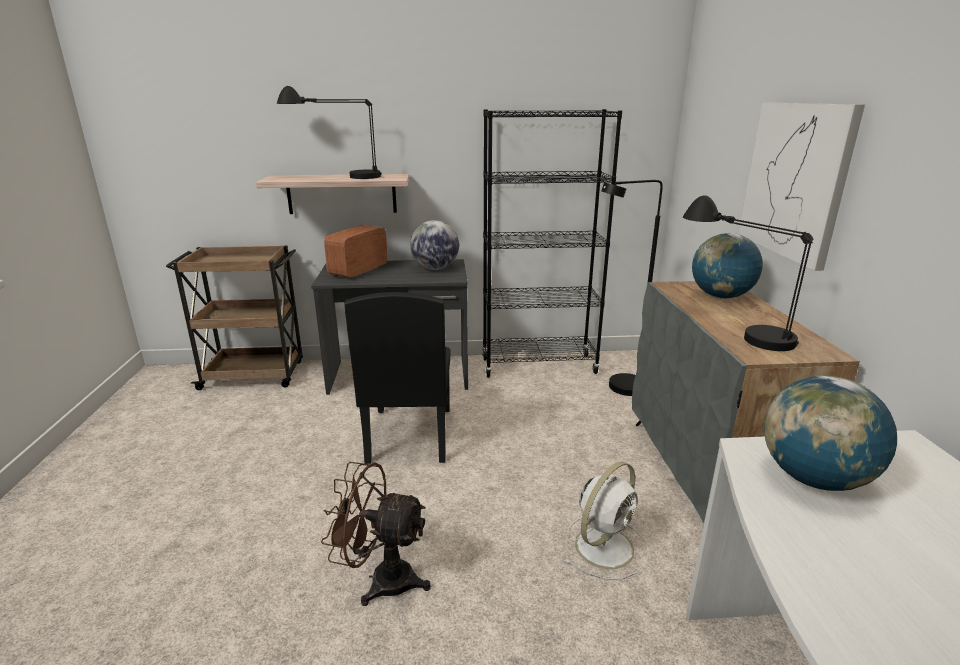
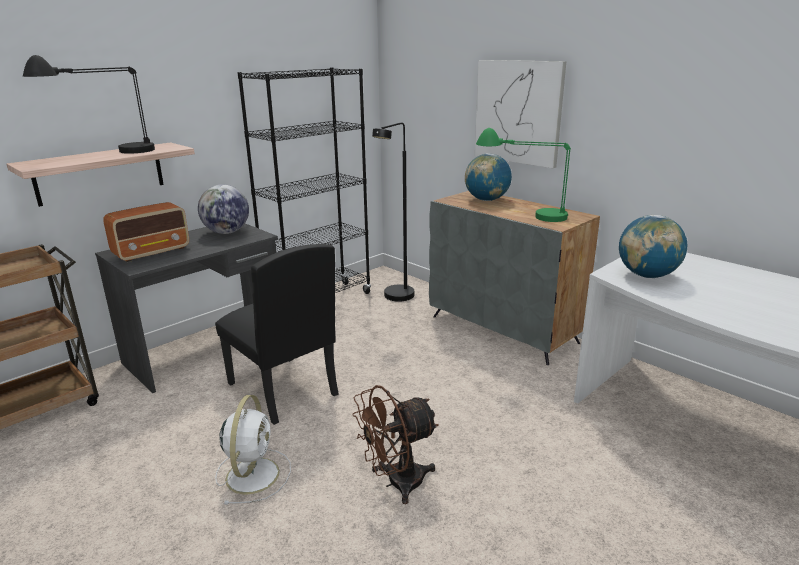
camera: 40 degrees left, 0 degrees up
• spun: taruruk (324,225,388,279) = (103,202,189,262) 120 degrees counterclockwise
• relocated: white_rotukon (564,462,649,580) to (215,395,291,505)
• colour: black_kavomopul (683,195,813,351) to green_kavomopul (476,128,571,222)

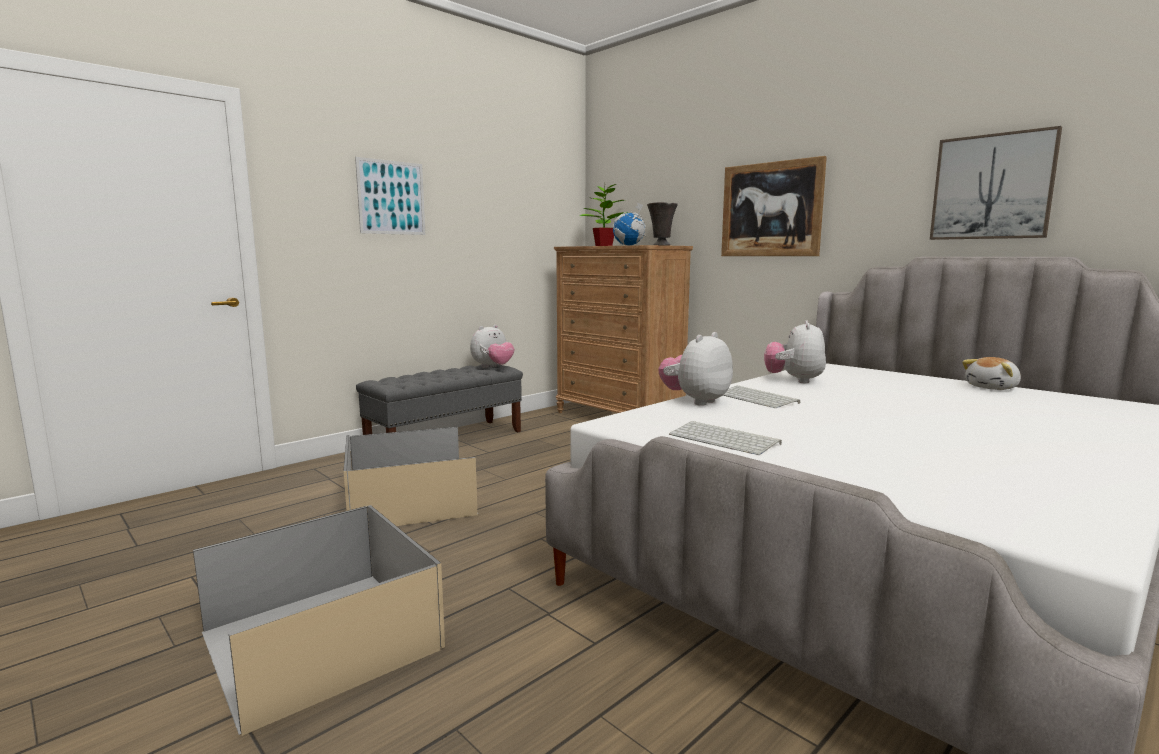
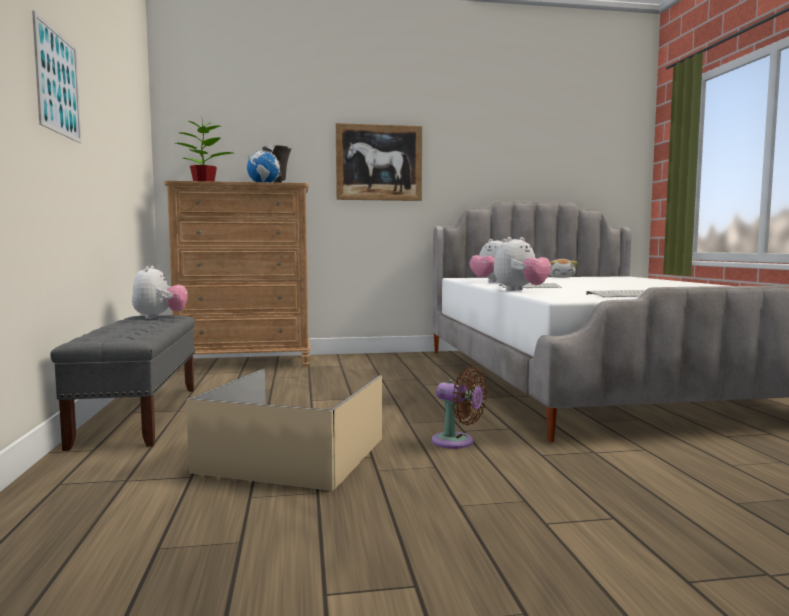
camera: 55 degrees left, 5 degrees down
• missing: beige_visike (193,505,445,736)
• spun: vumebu (659,332,733,406) = (494,237,552,291) 120 degrees counterclockwise
• missing: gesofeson (930,126,1062,240)
• appeared: brown_rotukon (432,367,487,449)

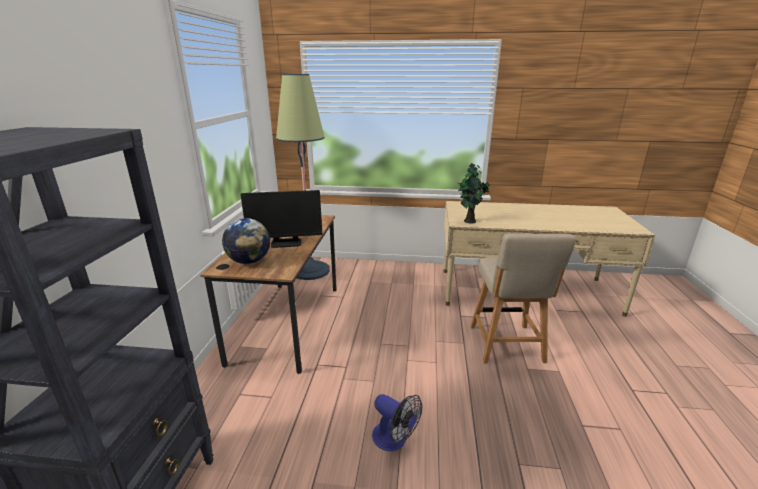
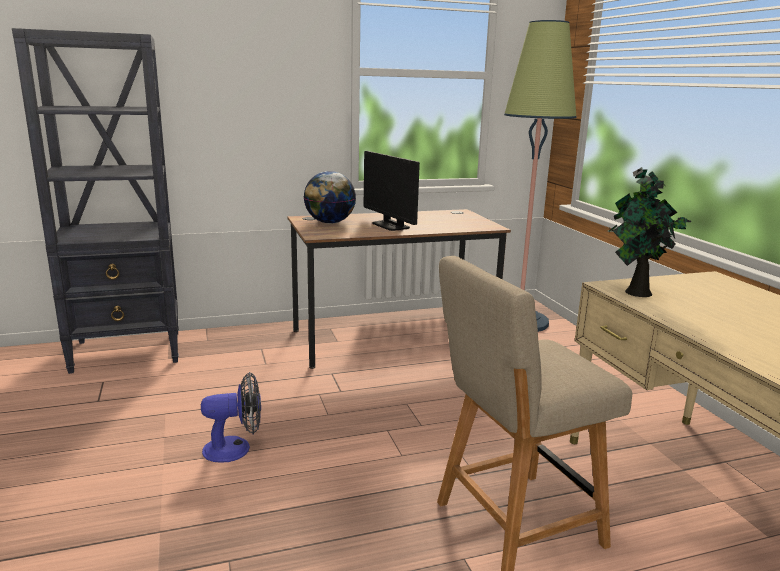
camera: 65 degrees right, 5 degrees down
• spun: rotukon (372,394,422,451) = (201,372,261,463) 120 degrees counterclockwise

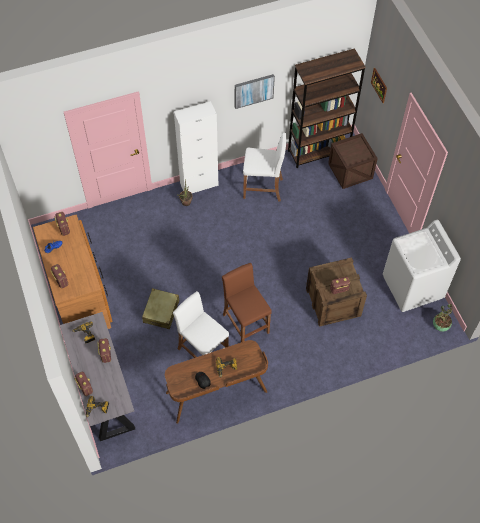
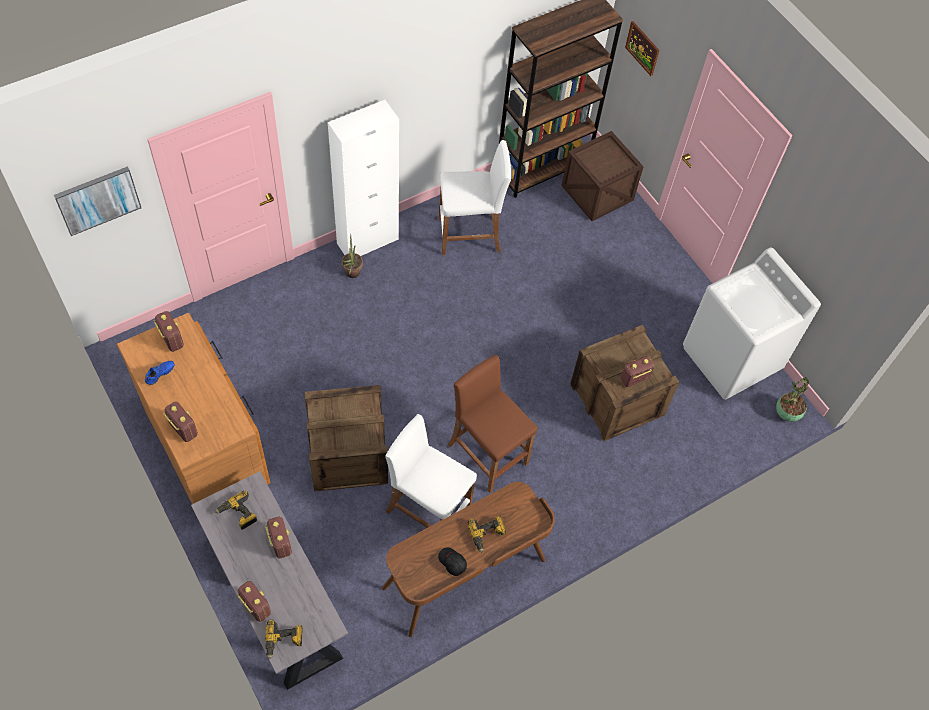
camera: 15 degrees left, 0 degrees up
• exchanged: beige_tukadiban (142,288,179,329) to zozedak (305,385,388,492)
• relocated: gesofeson (235,74,275,109) to (54,166,141,236)

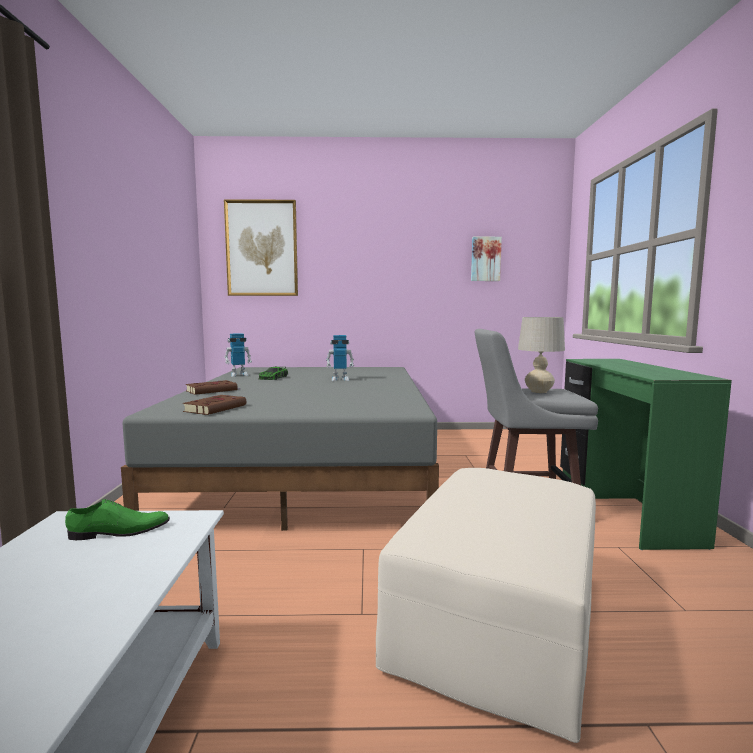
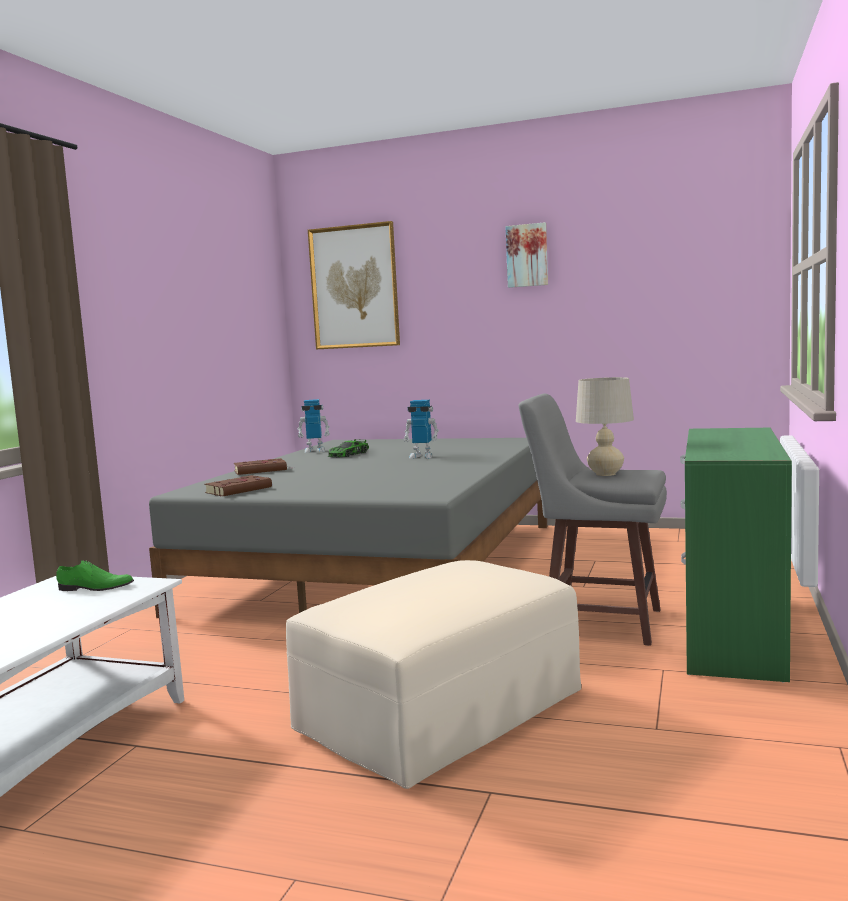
camera: 20 degrees right, 0 degrees up
• relocated: gesofeson (471,237,502,281) to (505,222,548,288)

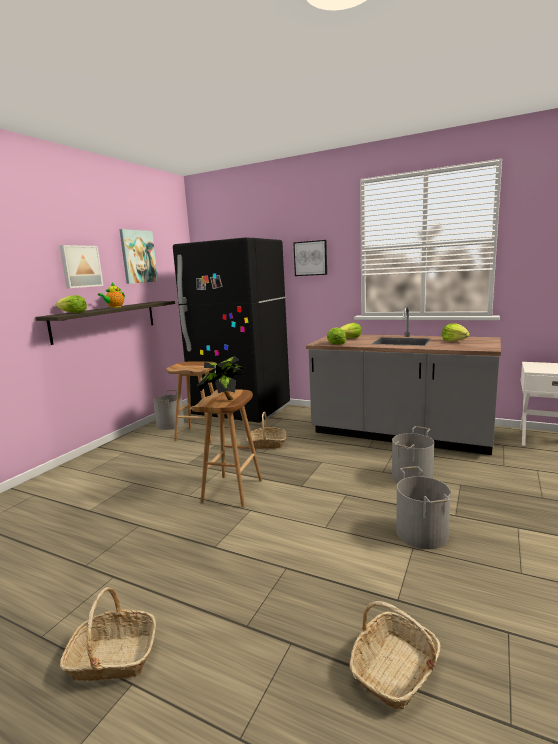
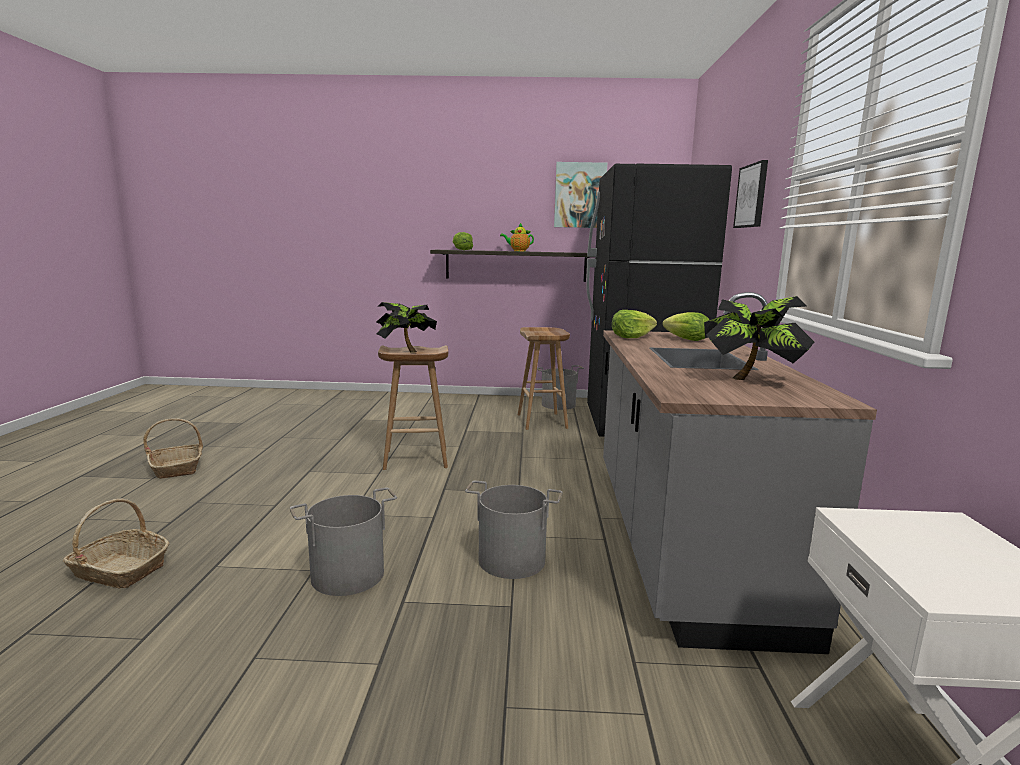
camera: 65 degrees right, 0 degrees up
• missing: gesofeson (60,245,104,288)
• missing: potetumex (247,412,287,449)
• exchanged: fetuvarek (442,324,470,341) to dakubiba (704,296,814,380)

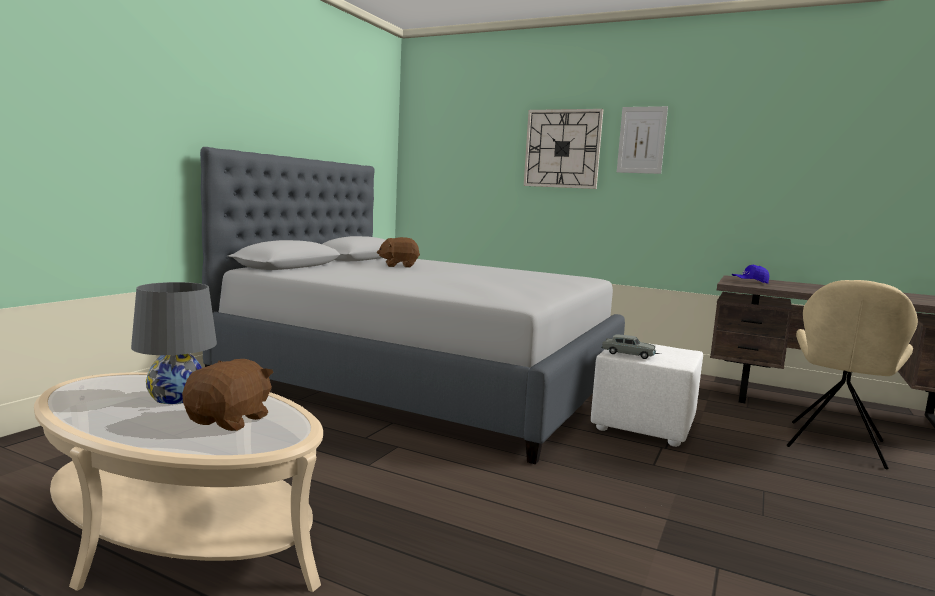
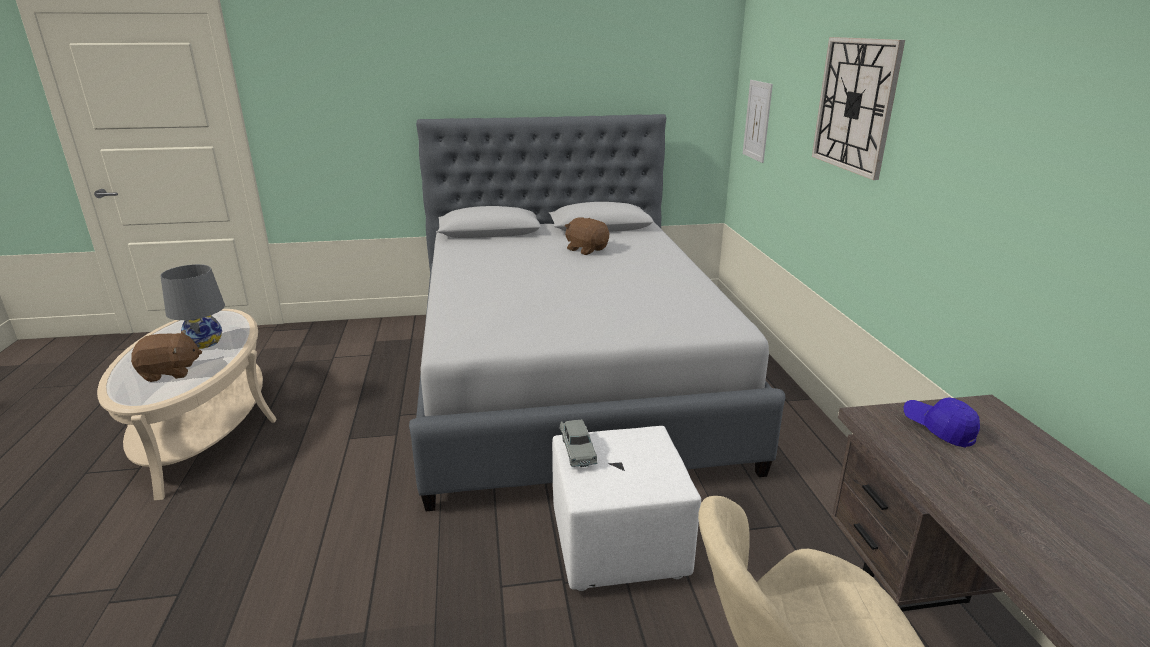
camera: 55 degrees right, 15 degrees up
• relocated: gesofeson (617,106,668,174) to (743,80,773,163)

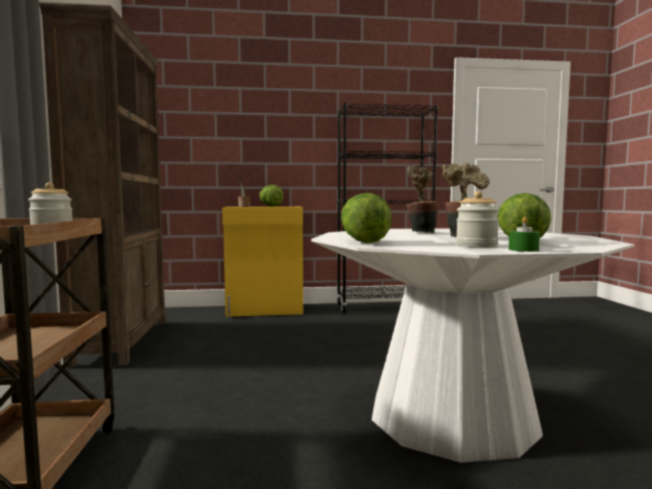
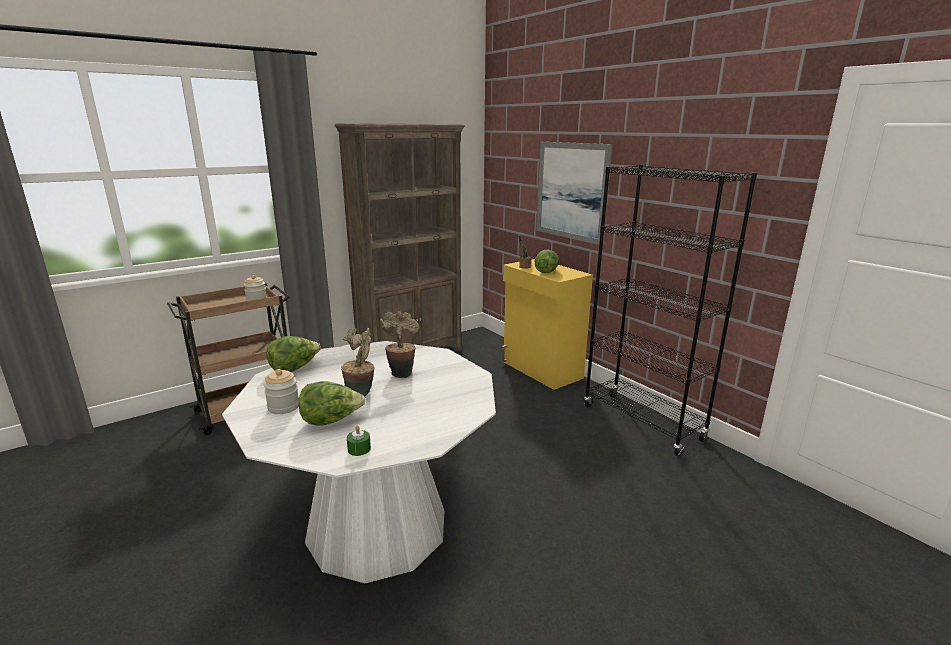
camera: 60 degrees right, 15 degrees up
• relocated: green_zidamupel (509,216,540,252) to (347,425,371,456)
• appeared: gesofeson (536,142,612,245)

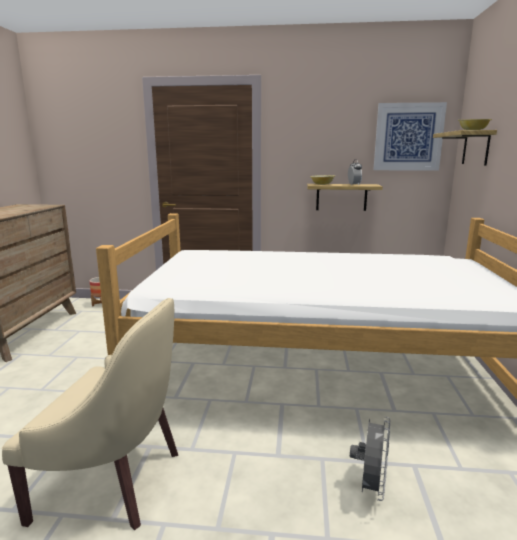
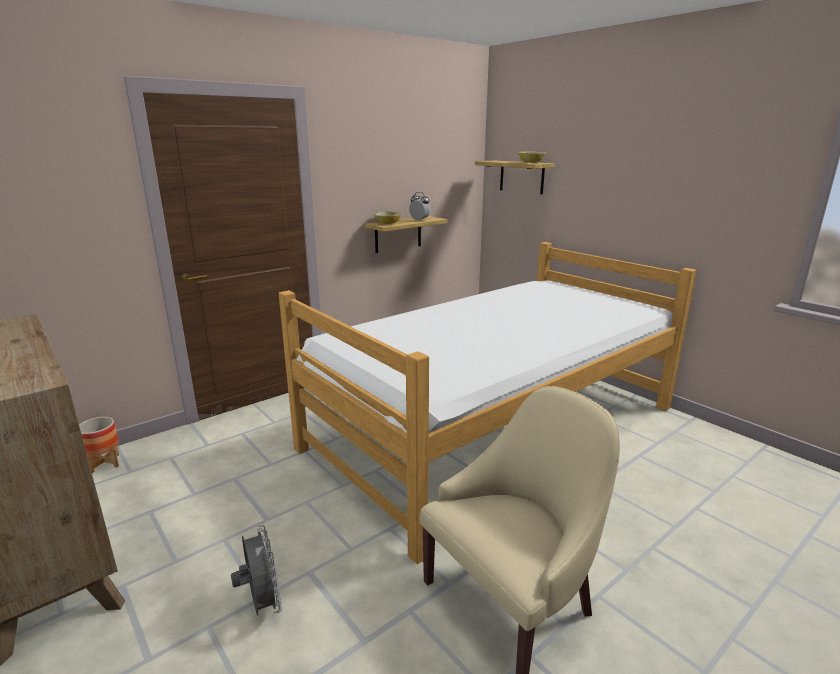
camera: 45 degrees left, 5 degrees up
• relocated: grey_rotukon (350,417,390,501) to (231,525,282,615)
• missing: gesofeson (373,102,447,171)

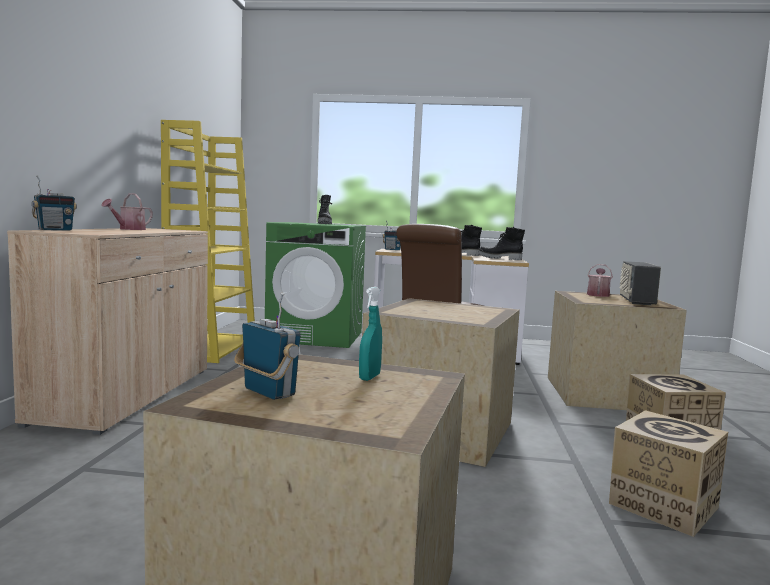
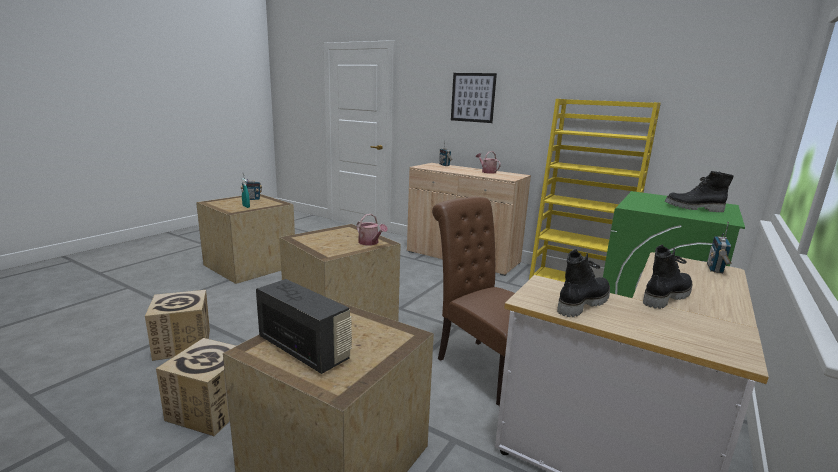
camera: 115 degrees right, 10 degrees up
• relocated: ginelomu (587,264,613,297) to (356,214,388,245)
• appeared: gesofeson (451,73,497,123)

